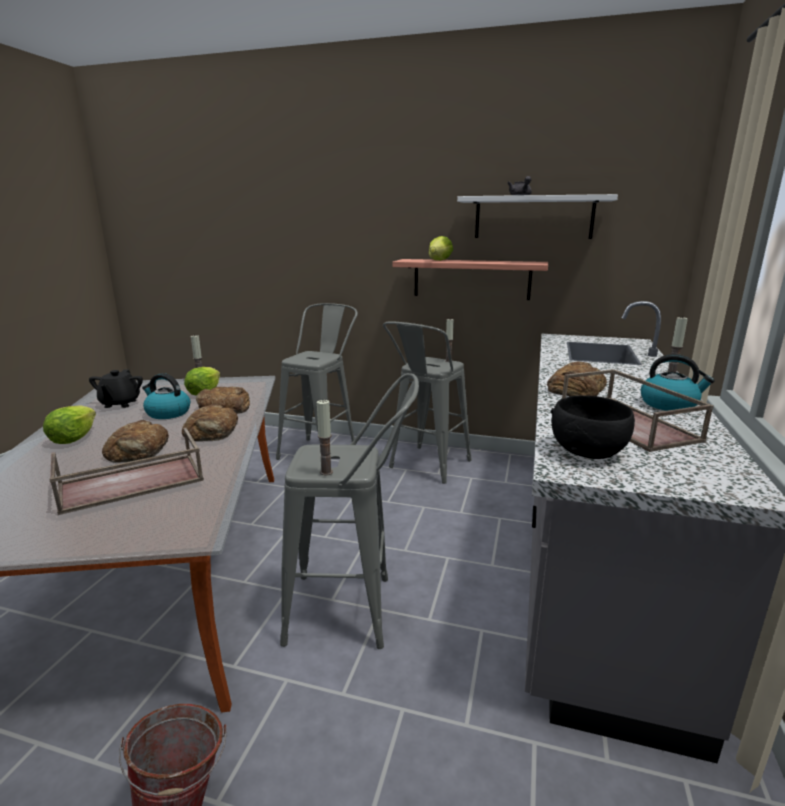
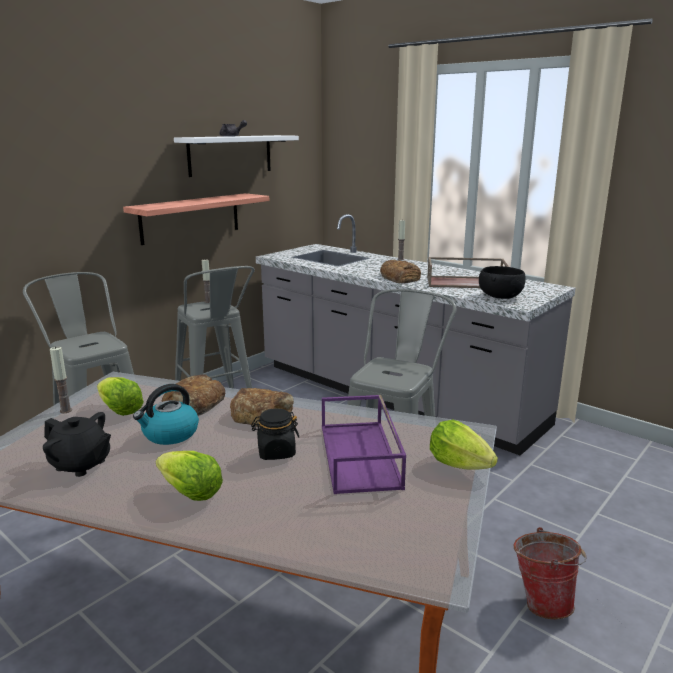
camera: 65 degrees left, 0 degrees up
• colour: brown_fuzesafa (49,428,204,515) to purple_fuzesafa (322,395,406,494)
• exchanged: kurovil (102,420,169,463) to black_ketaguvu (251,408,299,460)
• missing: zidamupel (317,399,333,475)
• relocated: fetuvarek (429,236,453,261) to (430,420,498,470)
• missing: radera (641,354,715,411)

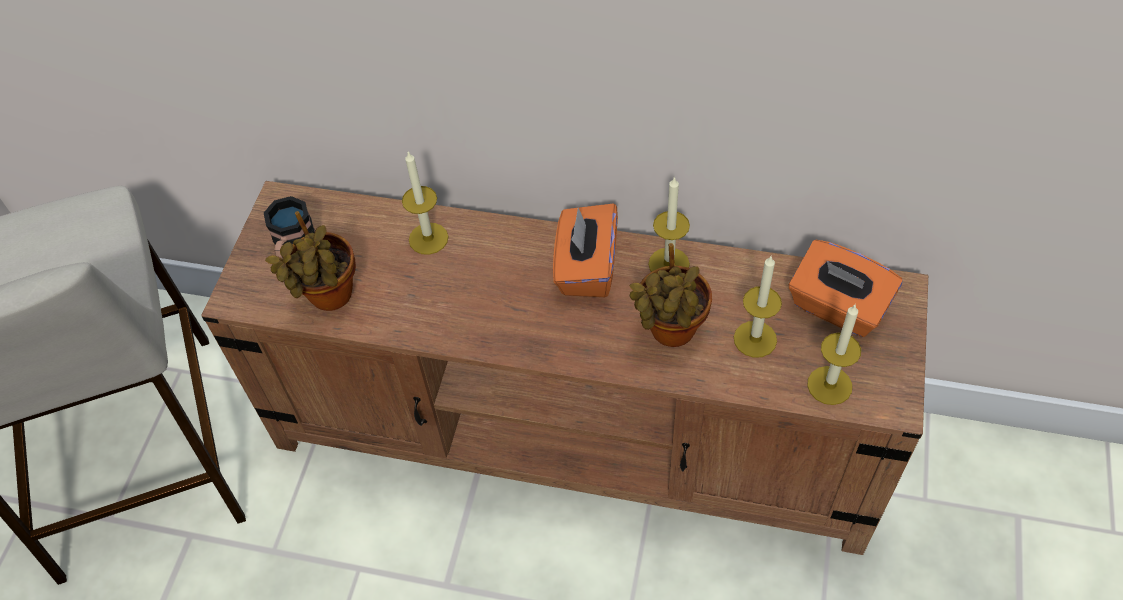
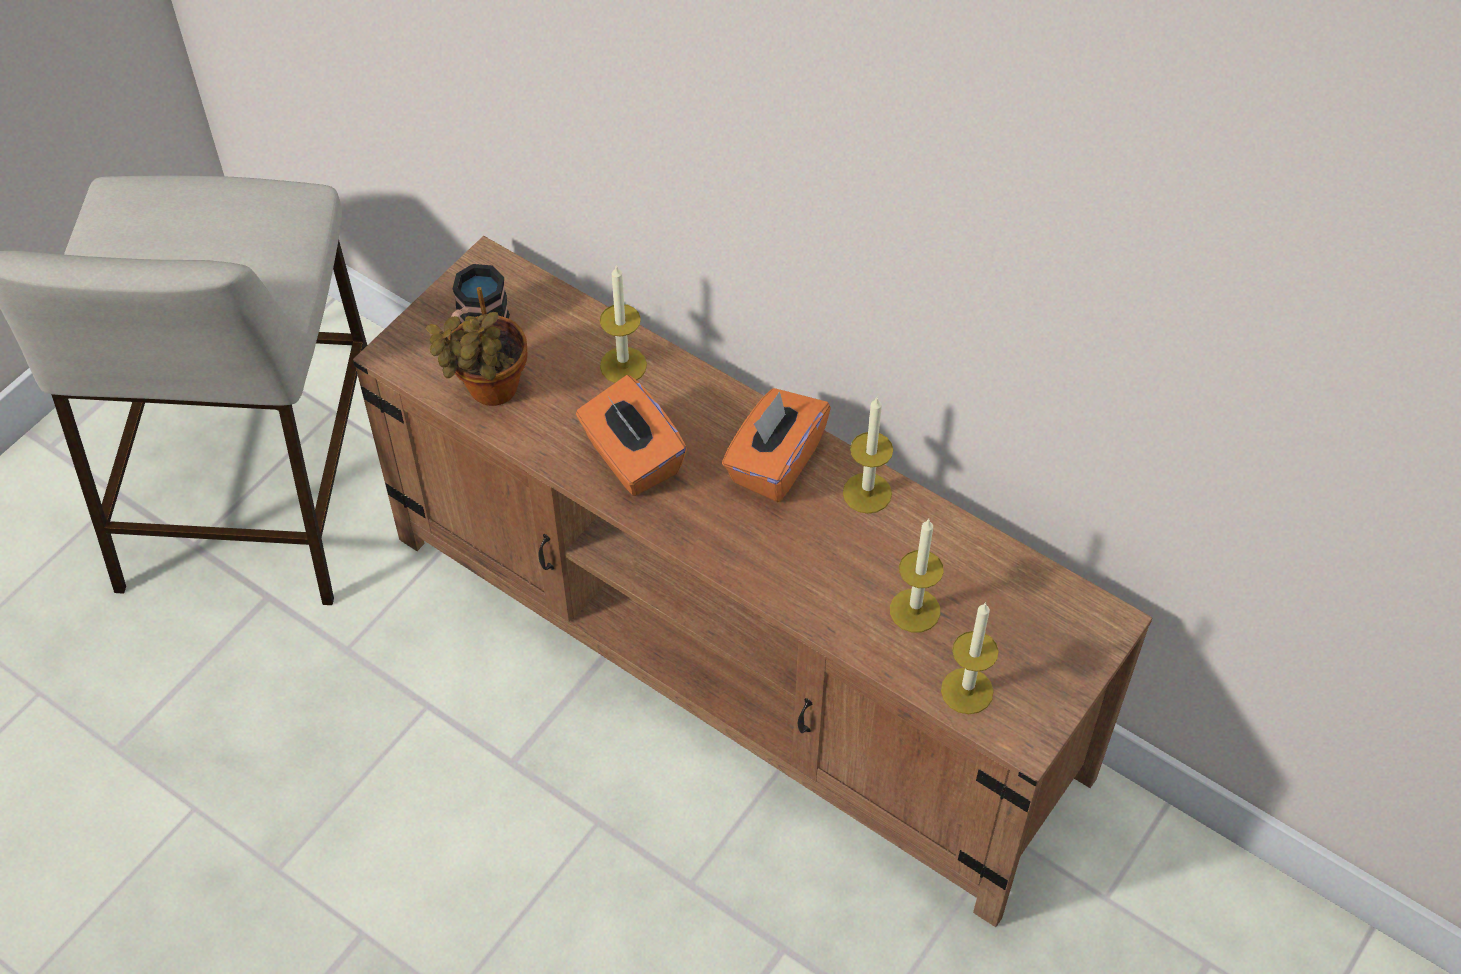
camera: 20 degrees right, 0 degrees up
• missing: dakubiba (630,243,712,347)
• relocated: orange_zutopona (789,240,903,337) to (576,375,687,496)

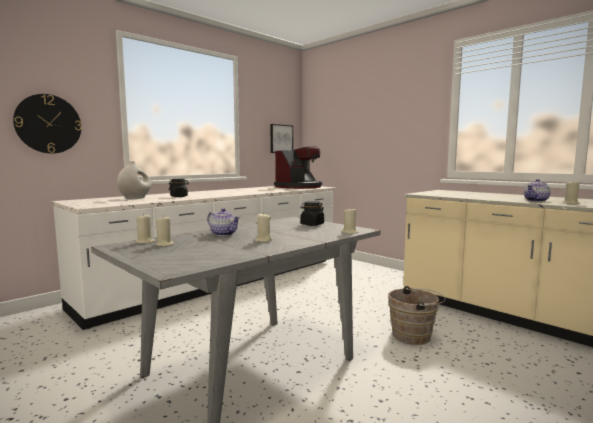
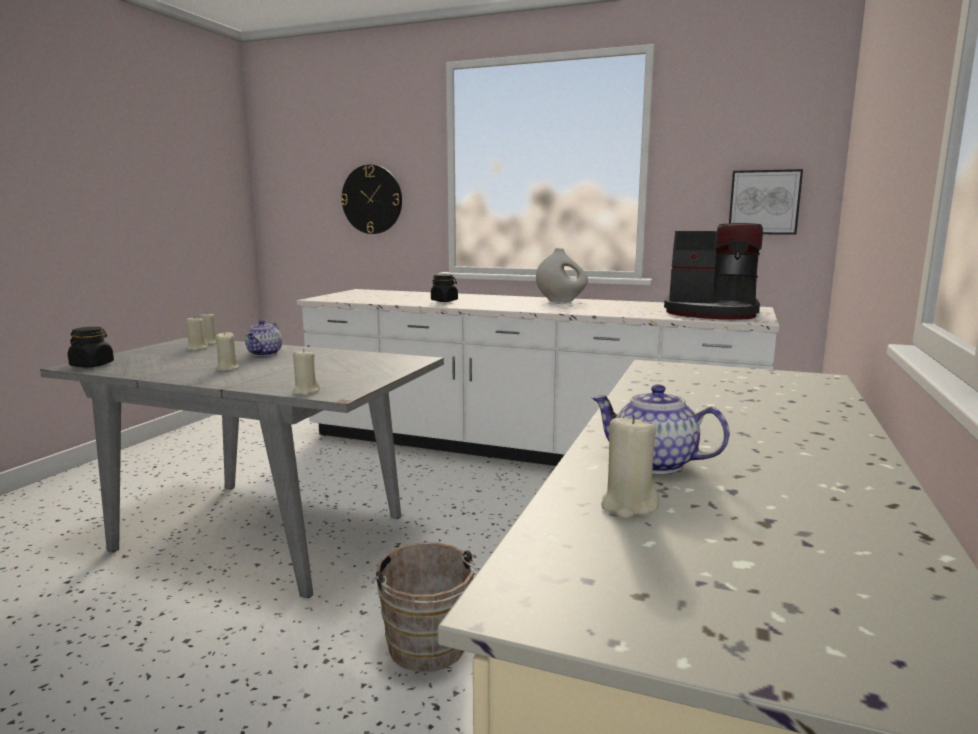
camera: 65 degrees right, 5 degrees up
• relocated: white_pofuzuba (117,161,152,199) to (536,248,588,302)
• relocated: black_ketaguvu (300,201,324,226) to (68,327,114,367)

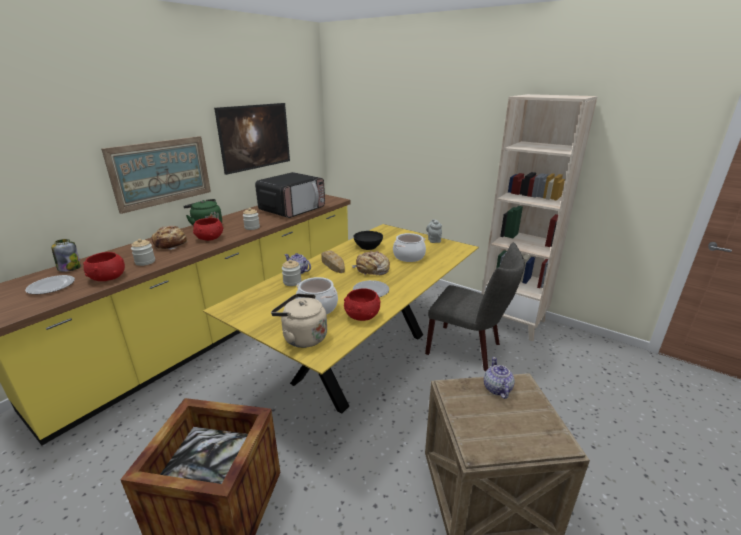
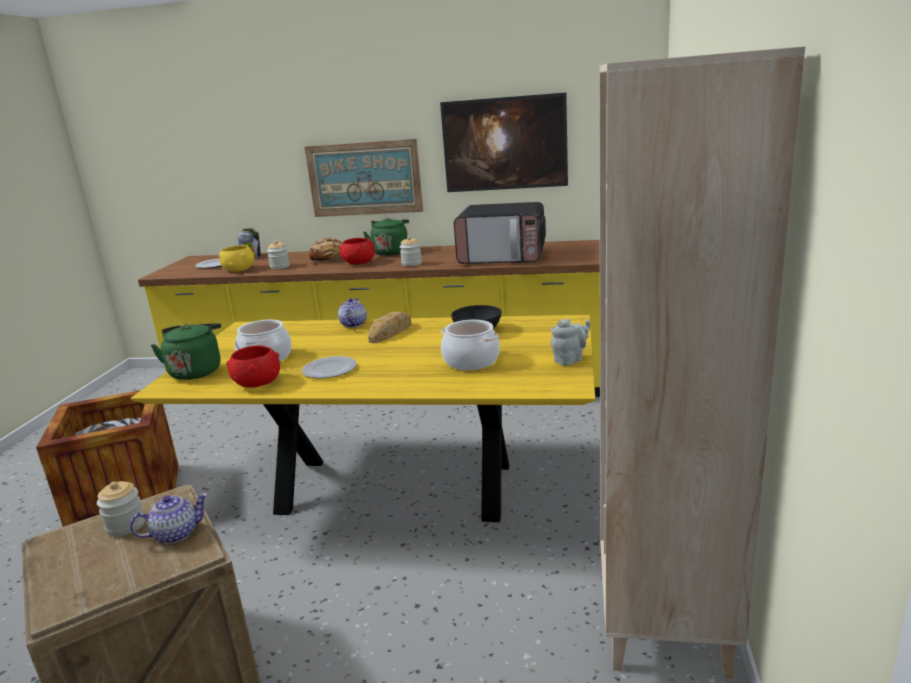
camera: 65 degrees right, 5 degrees down
• colour: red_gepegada (83,252,125,281) to yellow_gepegada (218,245,255,272)
• colour: beige_radera (271,294,327,348) to green_radera (151,323,221,380)
• relocated: ketaguvu (282,260,301,286) to (97,481,145,537)
• missing: kurovil (351,251,390,276)
• missing: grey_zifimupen (425,243,525,372)

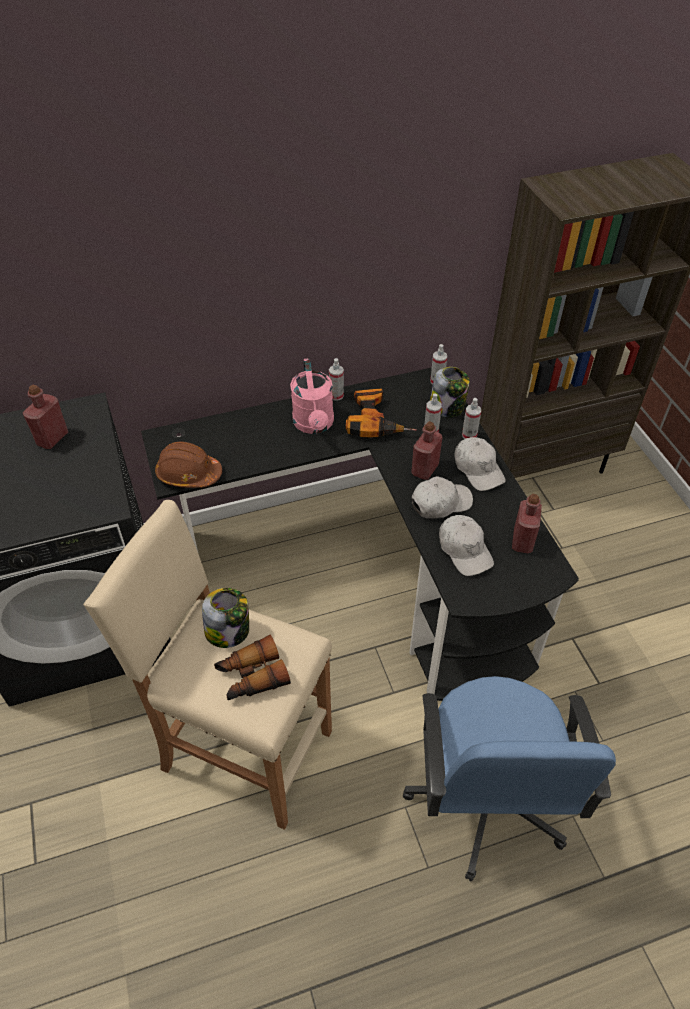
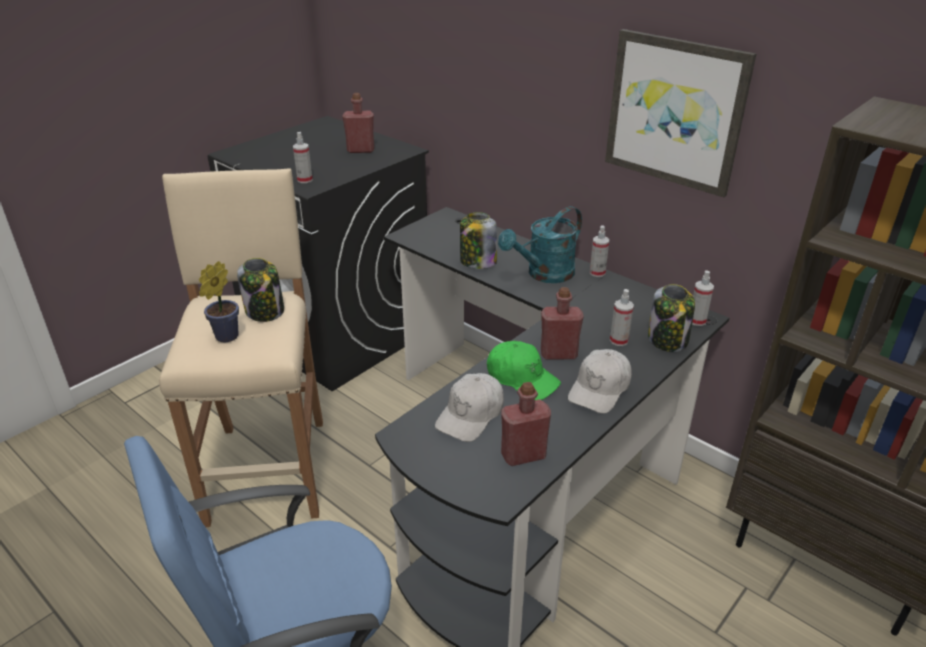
camera: 60 degrees right, 15 degrees down
• missing: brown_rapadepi (155,442,222,488)
• exchanged: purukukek (214,635,291,700) to dakubiba (199,261,239,343)
• colour: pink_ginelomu (290,358,334,434) to turquoise_ginelomu (498,206,582,283)
• missing: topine (346,389,417,438)
• colour: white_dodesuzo (412,476,473,518) to green_dodesuzo (487,341,561,400)
• relocated: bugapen (462,398,481,439) to (293,132,313,183)
• appeared: ketaguvu (460,212,497,269)
• appeared: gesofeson (605,29,756,197)

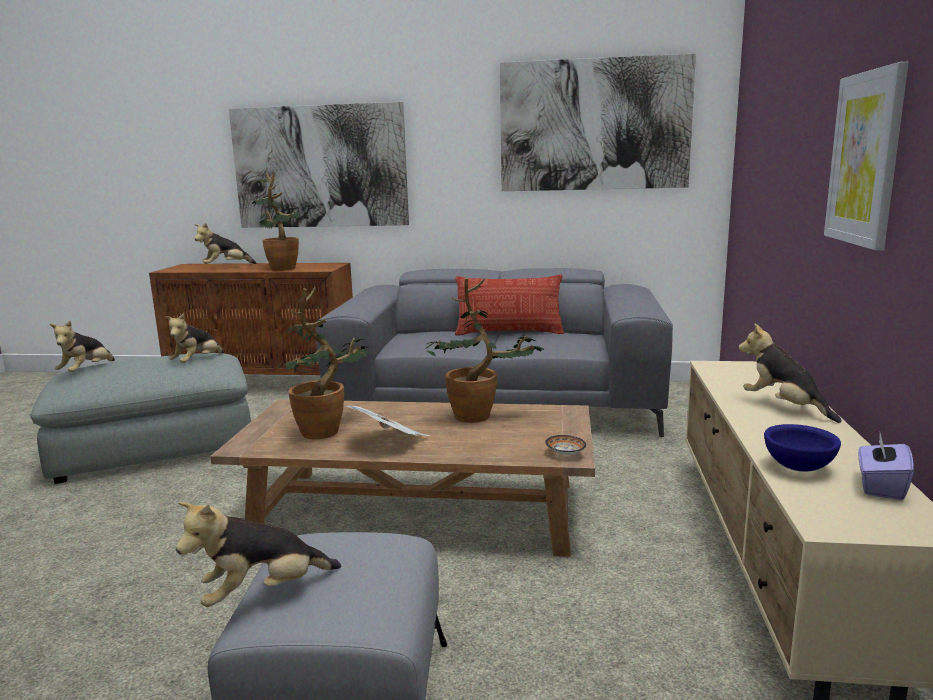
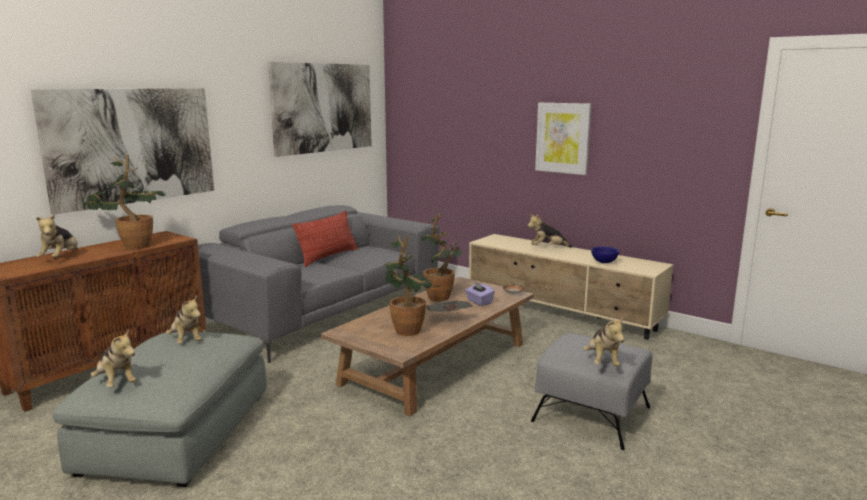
camera: 60 degrees left, 0 degrees up
• relocated: purple_zutopona (858,433,914,500) to (465,281,495,306)

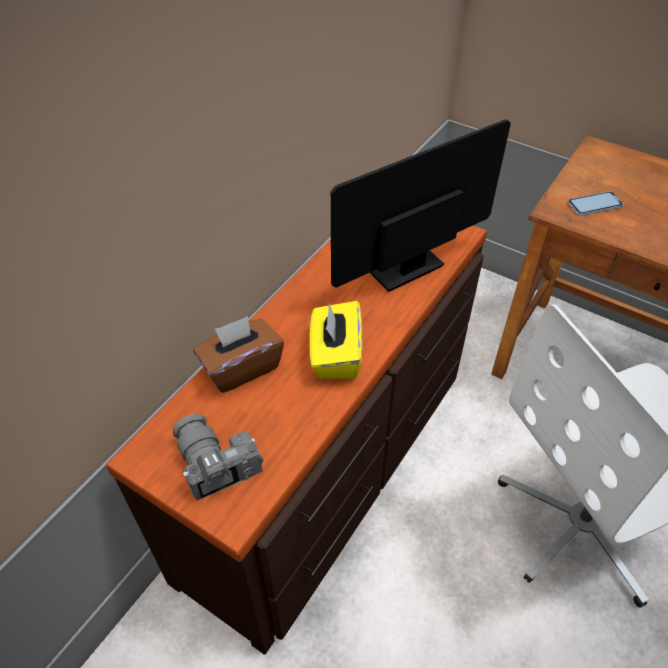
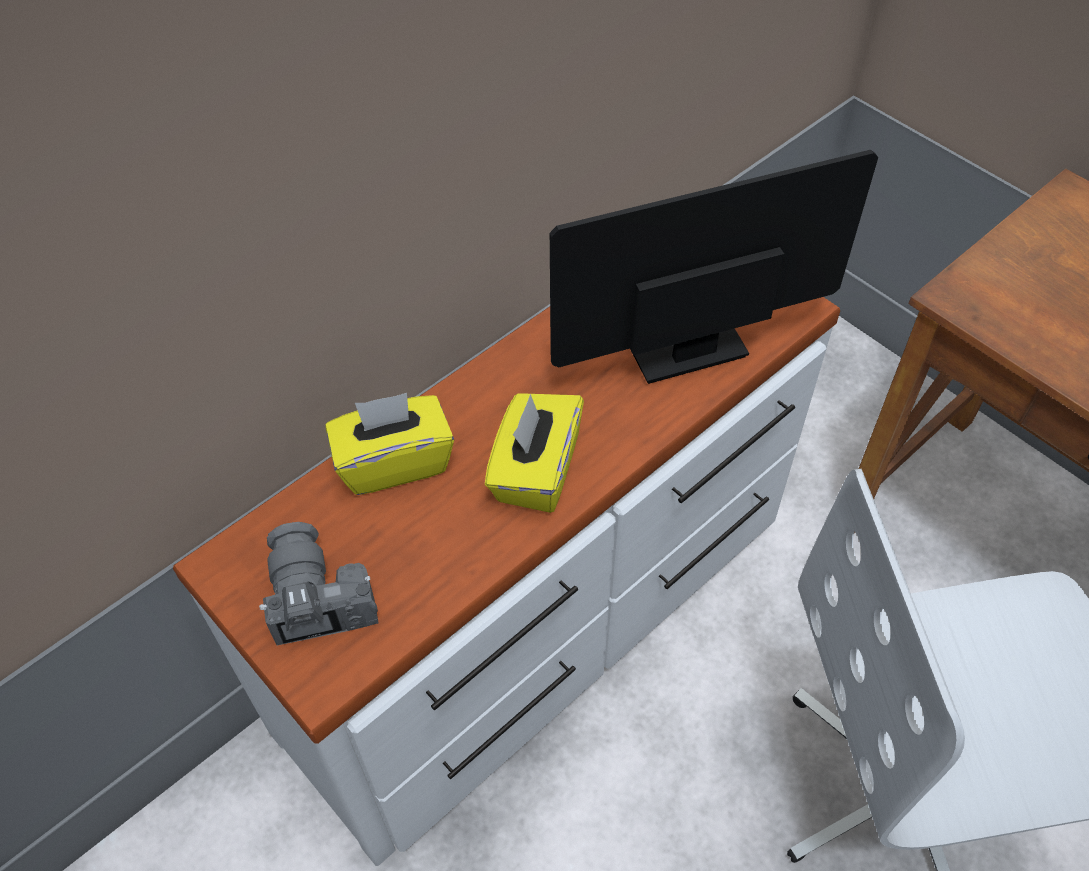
camera: 15 degrees right, 5 degrees up
• colour: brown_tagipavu (106,225,487,655) to white_tagipavu (173,297,840,866)
• colour: brown_zutopona (193,316,284,393) to yellow_zutopona (325,393,454,495)
• missing: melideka (568,191,623,216)

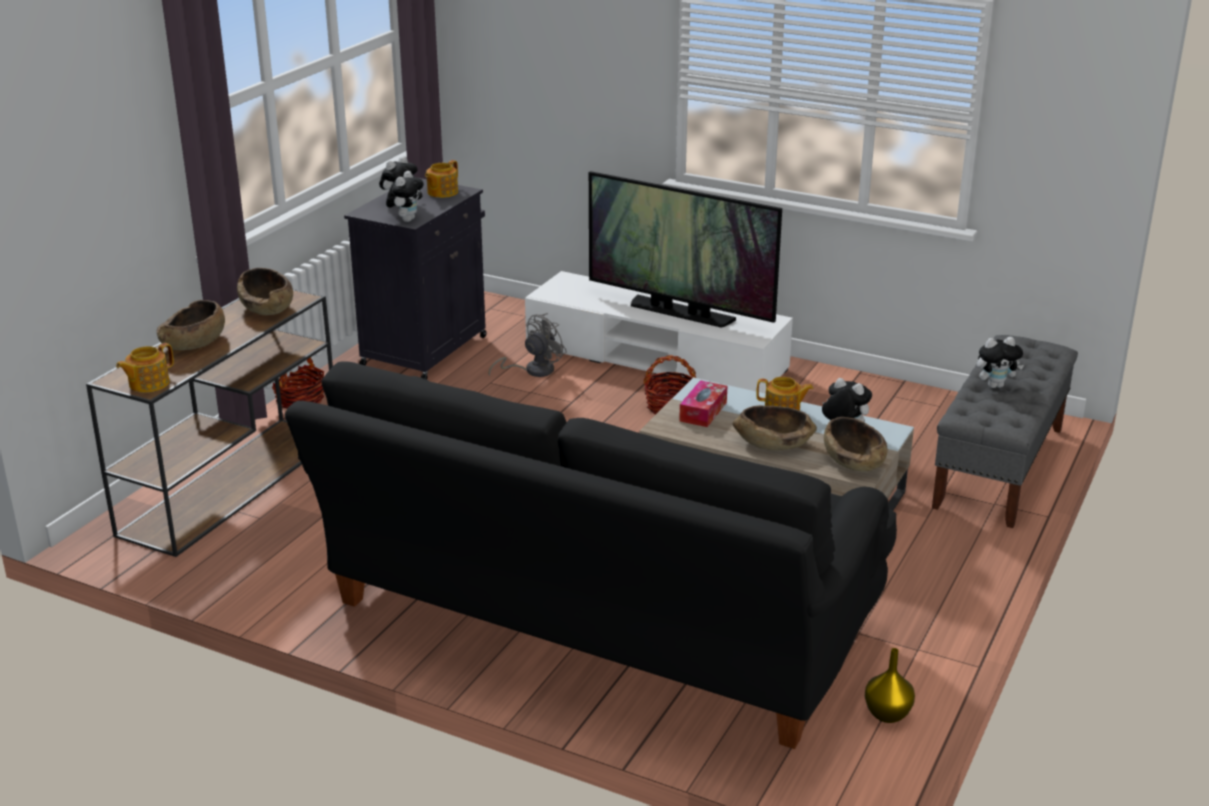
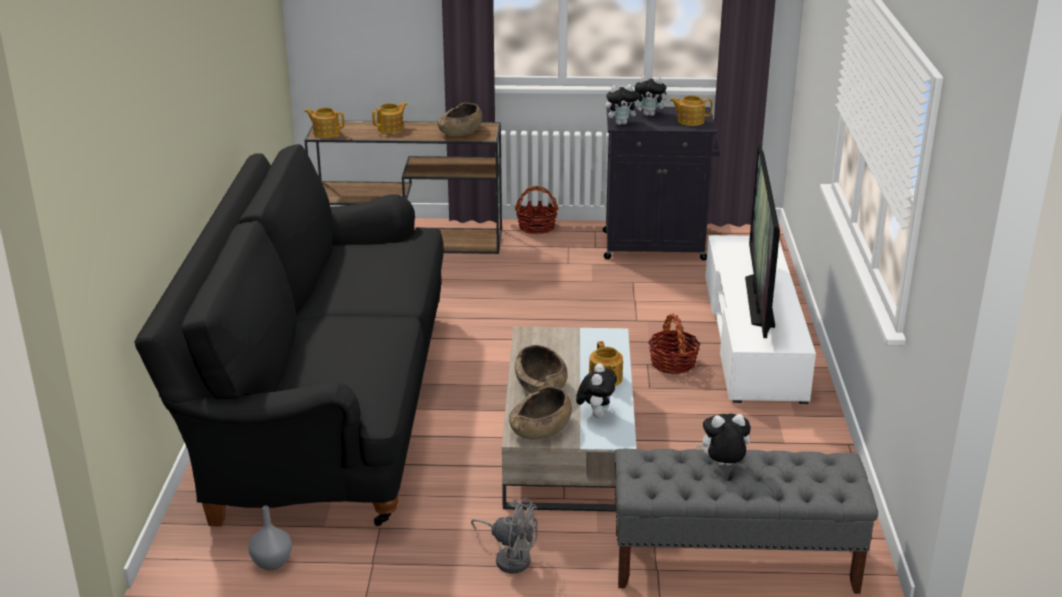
camera: 65 degrees right, 0 degrees up
• exchanged: brown_gepegada (157,300,225,350) to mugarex (372,102,407,133)
• relocated: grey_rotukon (489,313,567,377) to (471,498,538,573)
• missing: zutopona (679,380,727,427)
• colour: yellow_pofuzuba (865,648,915,723) to grey_pofuzuba (248,506,292,570)
• spun: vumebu (977,337,1024,388) = (696,414,751,466) 120 degrees clockwise

